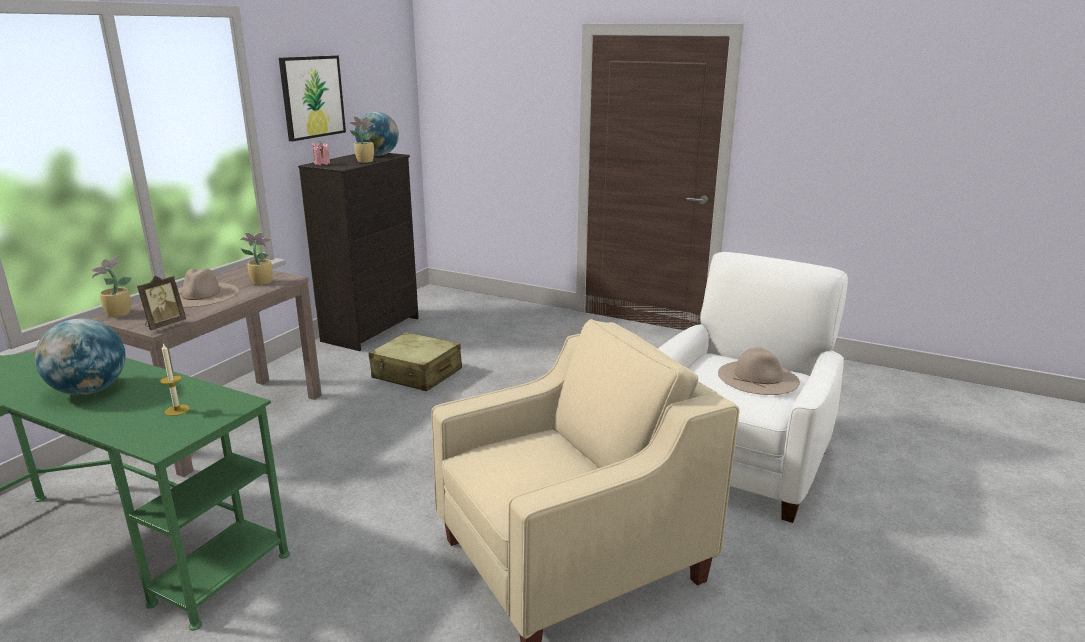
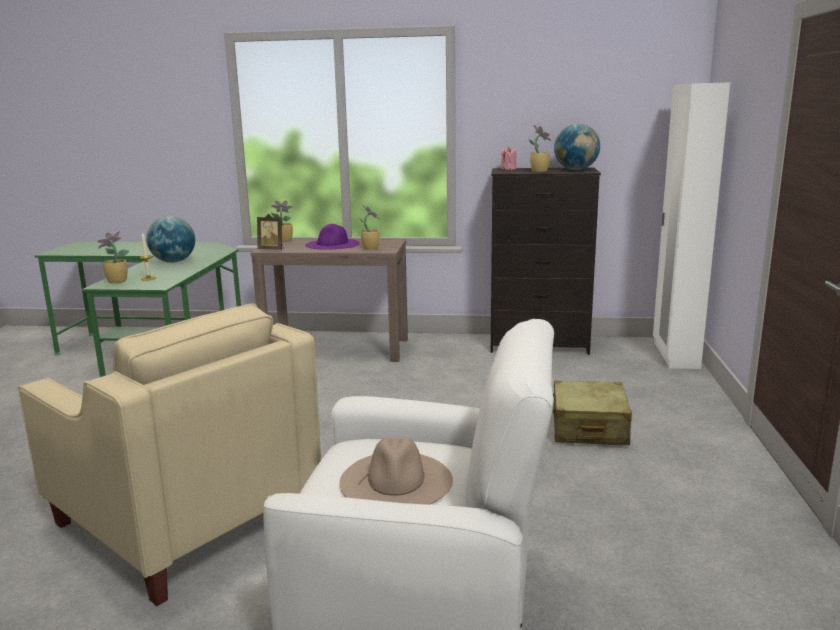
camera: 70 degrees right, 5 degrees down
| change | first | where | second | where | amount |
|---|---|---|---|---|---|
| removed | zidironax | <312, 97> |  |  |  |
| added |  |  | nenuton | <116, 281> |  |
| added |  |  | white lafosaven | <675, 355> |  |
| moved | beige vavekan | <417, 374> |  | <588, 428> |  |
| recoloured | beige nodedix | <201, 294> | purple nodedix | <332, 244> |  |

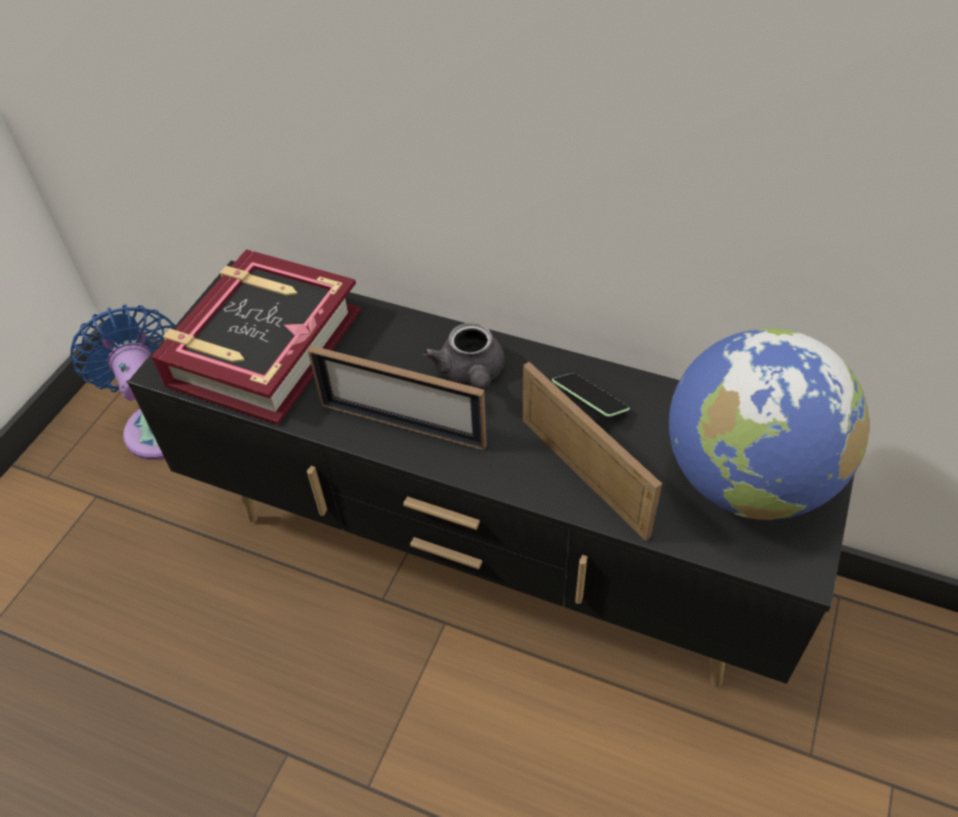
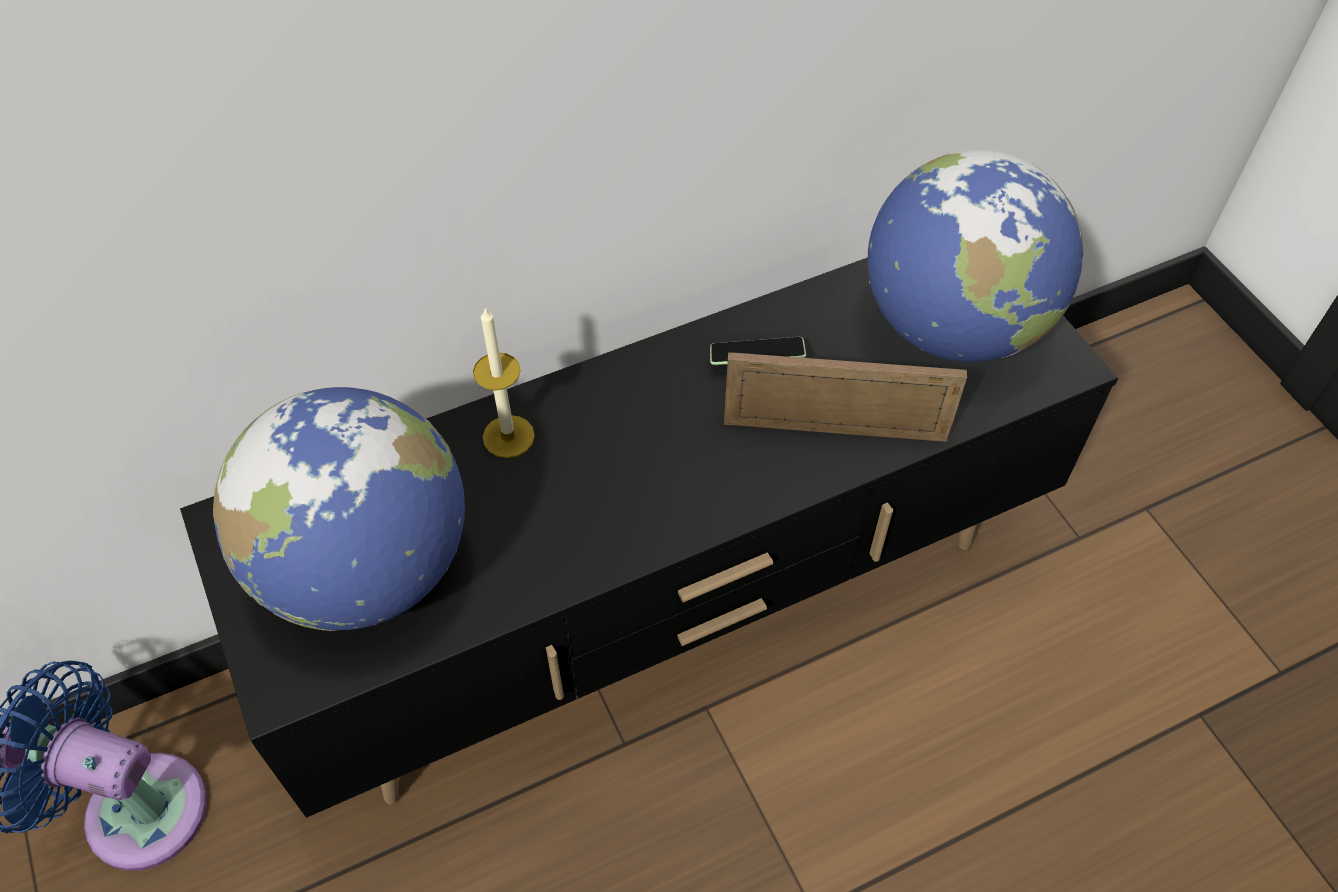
camera: 50 degrees left, 5 degrees up
| change | first | where | second | where | amount |
|---|---|---|---|---|---|
| removed | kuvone | <402, 425> |  |  |  |
| removed | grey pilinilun | <471, 374> |  |  |  |
| added |  |  | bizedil | <508, 436> |  |
| replaced | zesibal | <264, 347> | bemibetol | <366, 568> |  |

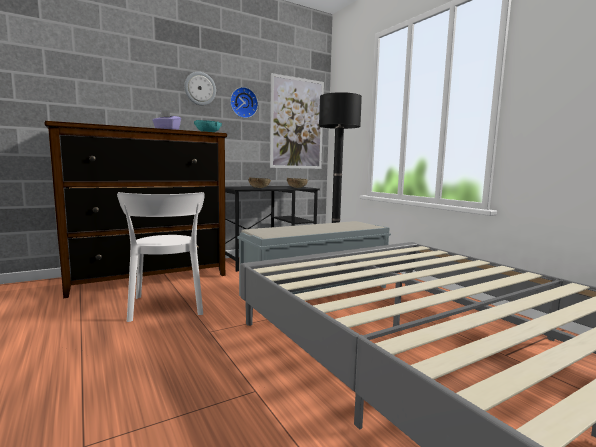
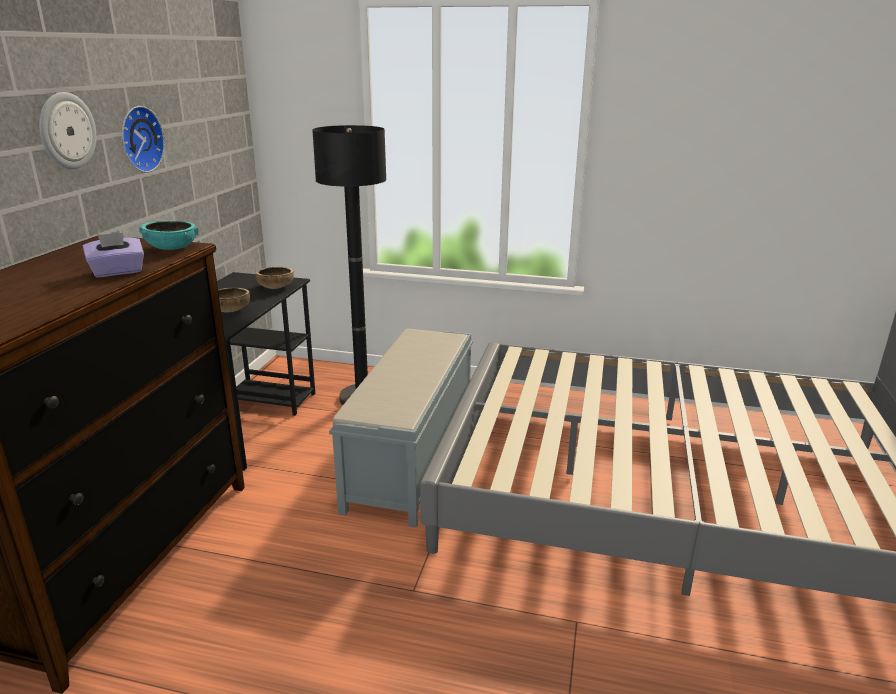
camera: 45 degrees left, 15 degrees up
| change | first | where | second | where | amount |
|---|---|---|---|---|---|
| removed | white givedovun | <167, 307> |  |  |  |
| removed | zidironax | <297, 123> |  |  |  |

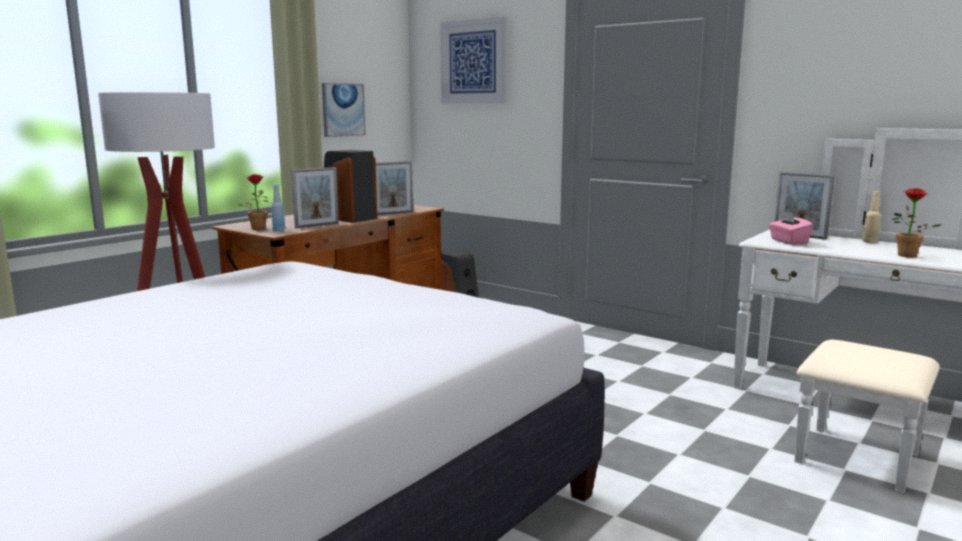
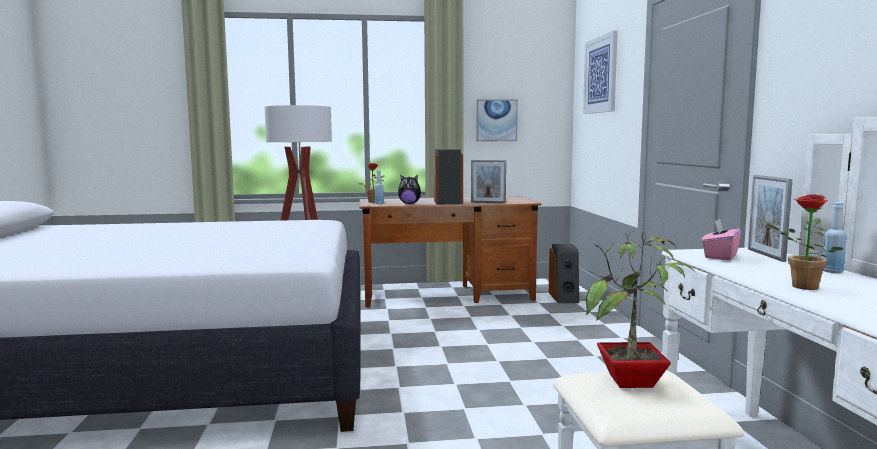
camera: 45 degrees right, 5 degrees down
| change | first | where | second | where | amount |
|---|---|---|---|---|---|
| added |  |  | nenuton | <632, 383> |  |
| replaced | kuvone | <317, 225> | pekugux | <409, 204> |  |
| recoloured | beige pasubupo | <870, 242> | blue pasubupo | <832, 271> |  |

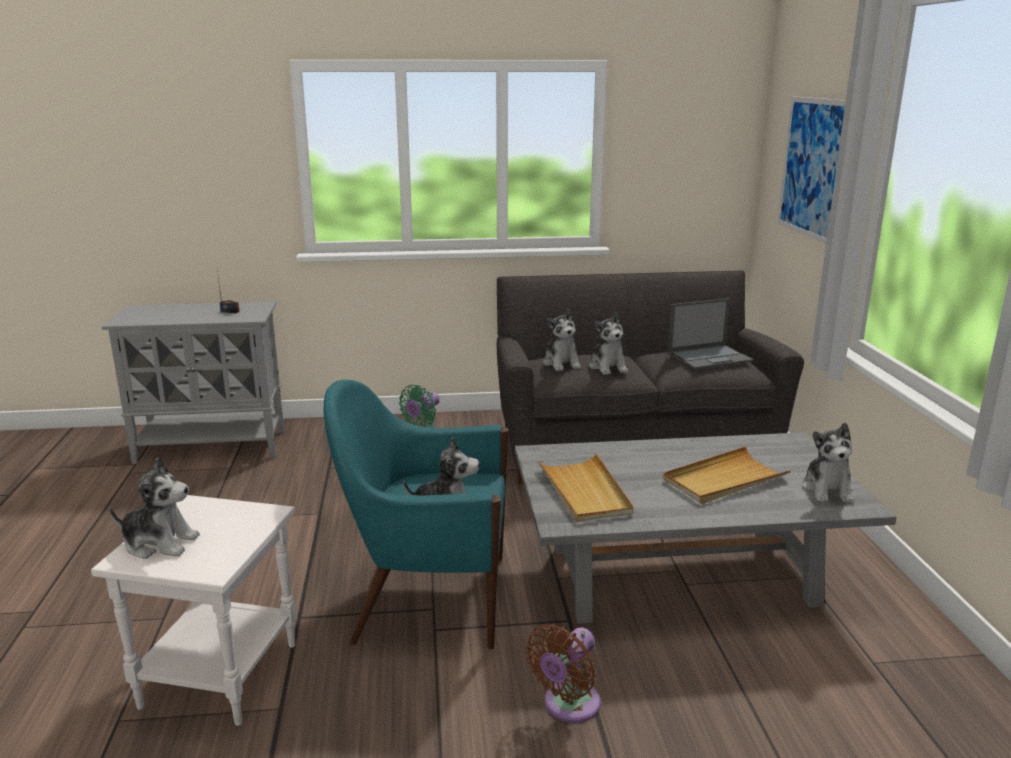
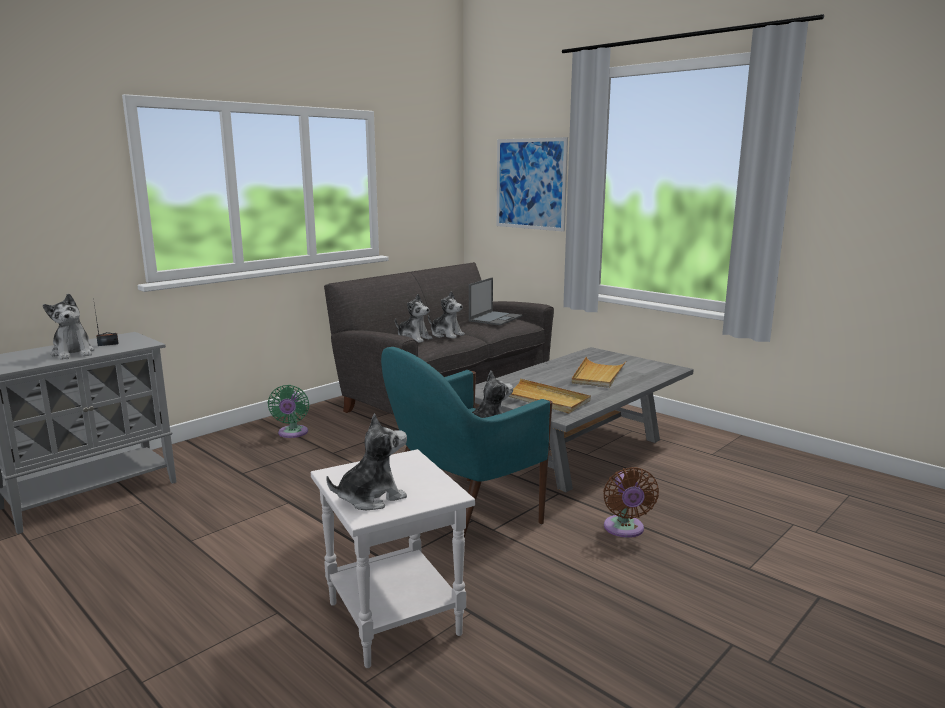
camera: 40 degrees left, 5 degrees down
| change | first | where | second | where | amount |
|---|---|---|---|---|---|
| moved | pekugux | <827, 490> |  | <73, 353> |  |

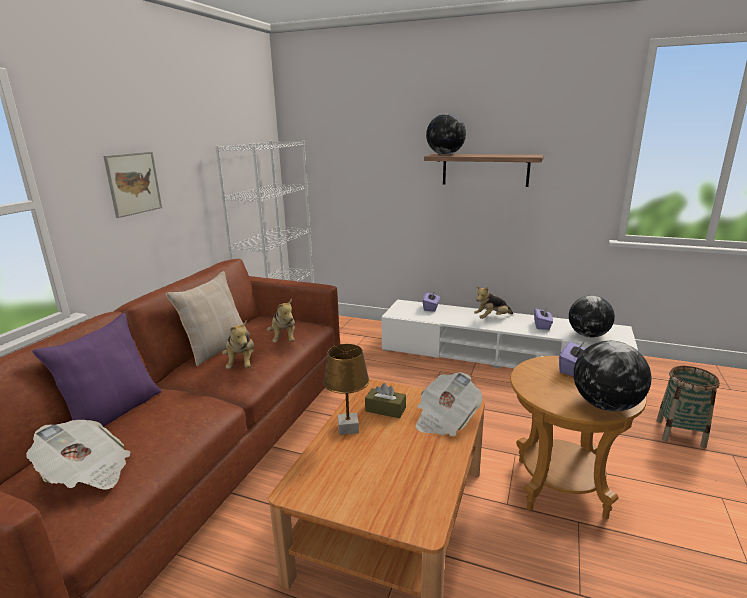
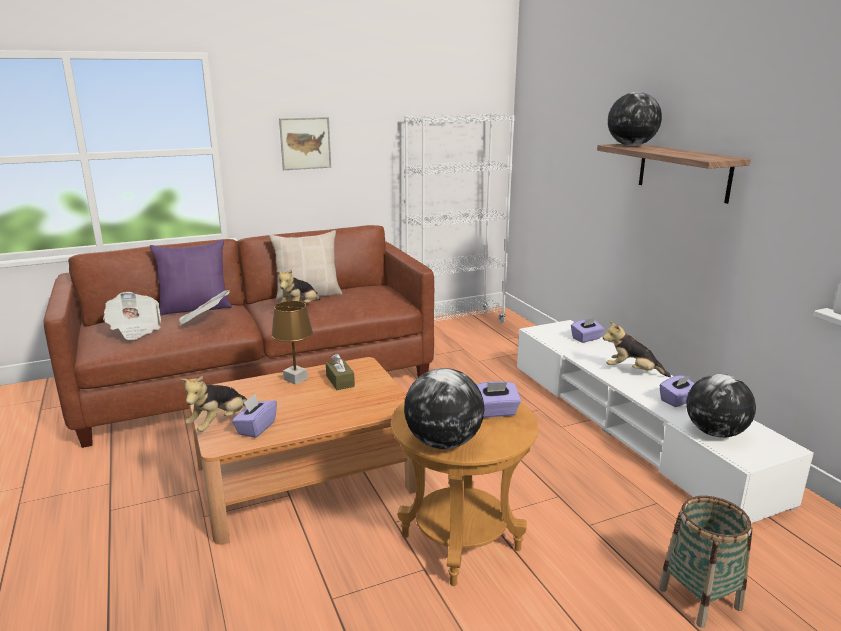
camera: 45 degrees right, 0 degrees up
| change | first | where | second | where | amount |
|---|---|---|---|---|---|
| added |  |  | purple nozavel | <256, 428> |  |
| moved | pekugux | <284, 339> |  | <219, 423> |  |
| moved | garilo | <445, 419> |  | <204, 321> |  |

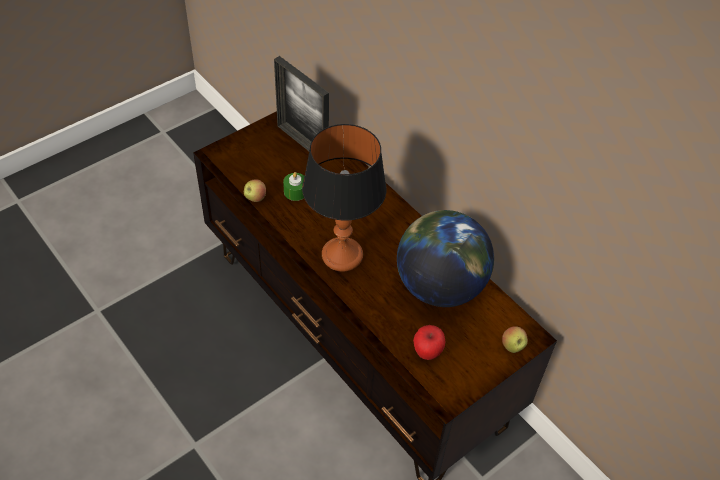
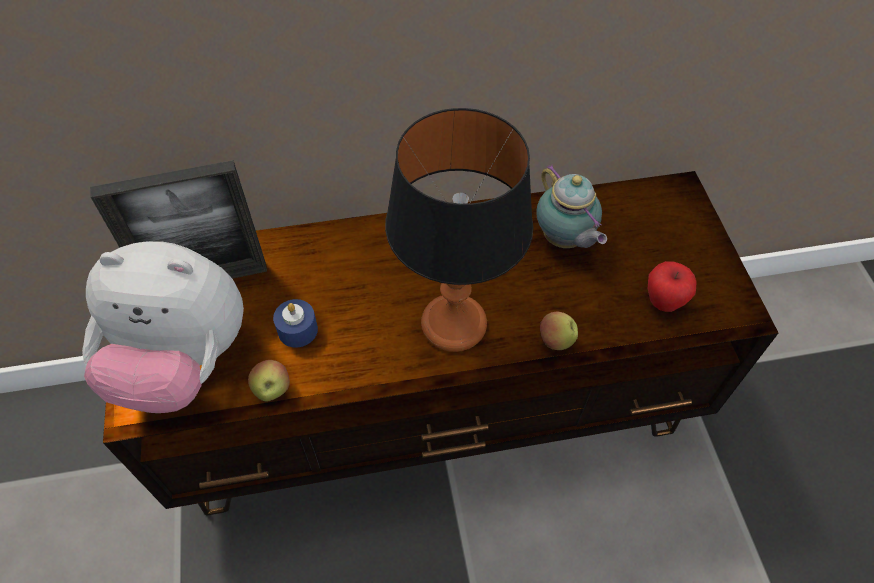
camera: 60 degrees left, 5 degrees up
| change | first | where | second | where | amount |
|---|---|---|---|---|---|
| added |  |  | pekugux | <182, 362> |  |
| moved | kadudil | <512, 346> |  | <555, 341> |  |
| replaced | bemibetol | <439, 286> | pilinilun | <564, 240> |  |
| recoloured | green bizedil | <295, 192> | blue bizedil | <297, 330> |  |

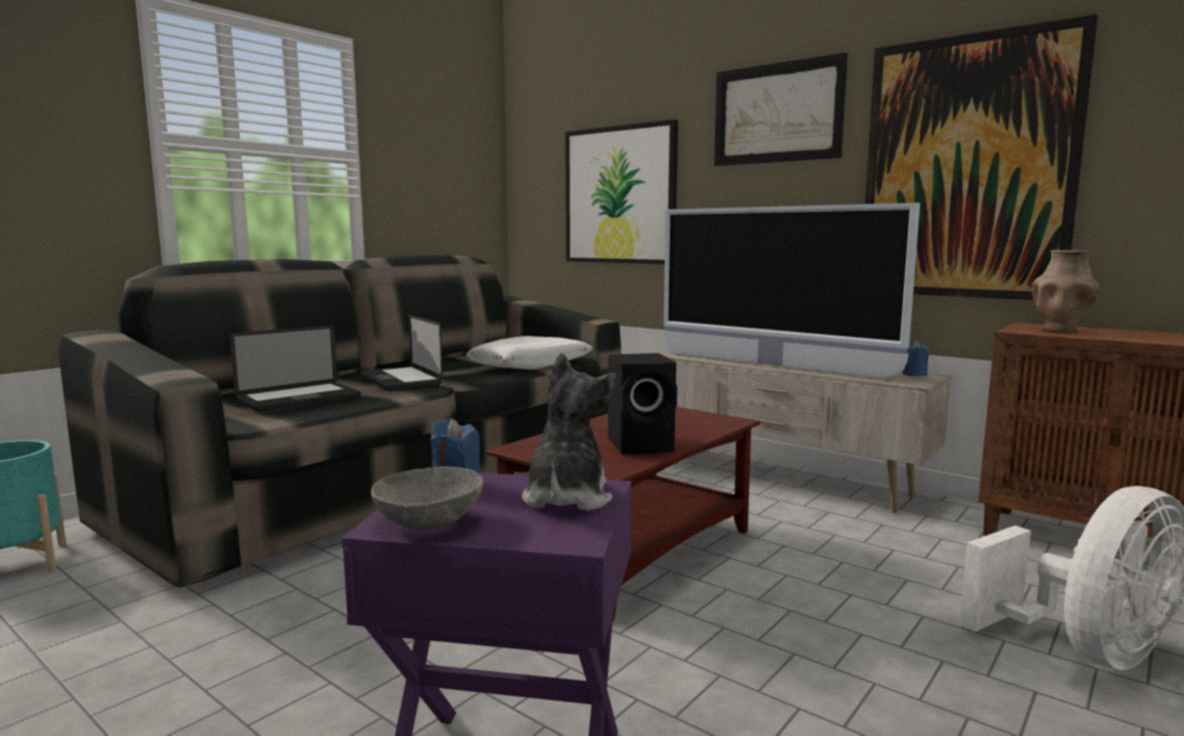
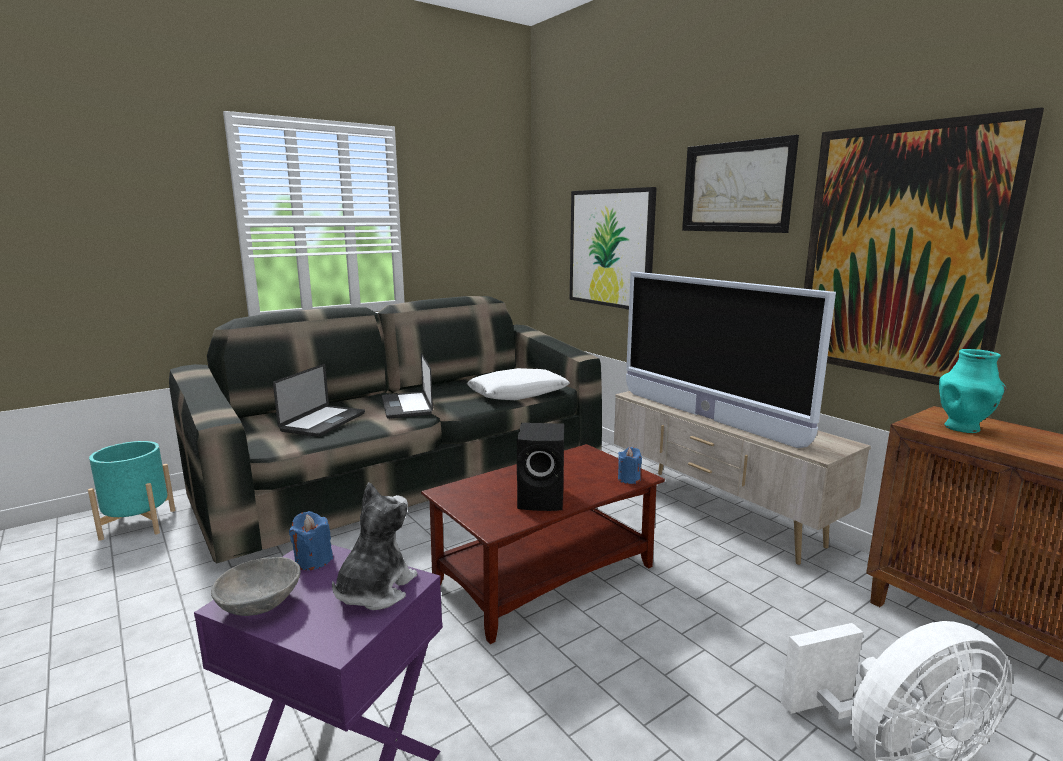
camera: 15 degrees right, 5 degrees up
| change | first | where | second | where | amount |
|---|---|---|---|---|---|
| moved | blue bizedil | <914, 374> |  | <629, 479> |  |
| recoloured | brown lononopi | <1060, 331> | turquoise lononopi | <963, 428> |  |
| turned | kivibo | <299, 399> |  | <323, 422> | 45 degrees counterclockwise |

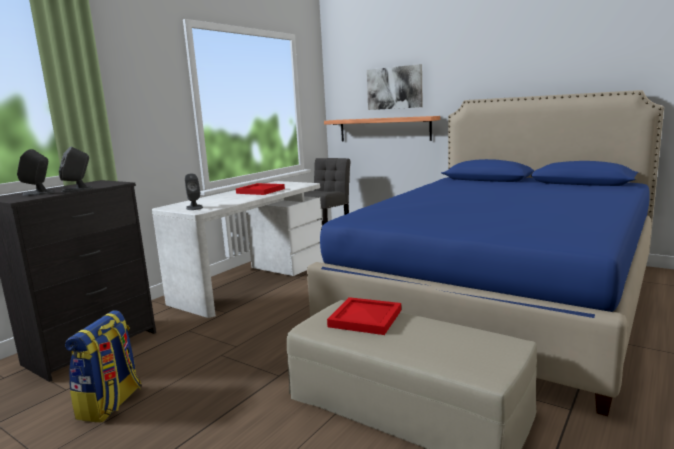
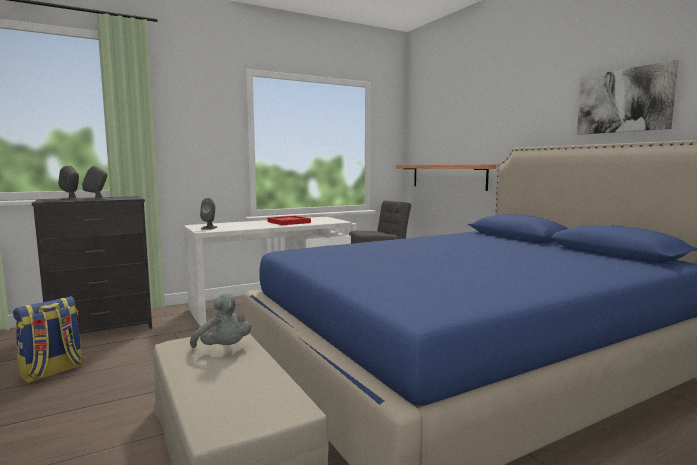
camera: 25 degrees right, 5 degrees down
| change | first | where | second | where | amount |
|---|---|---|---|---|---|
| moved | zidironax | <394, 88> |  | <624, 101> |  |
| replaced | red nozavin | <366, 319> | grey pekugux | <223, 349> |  |

